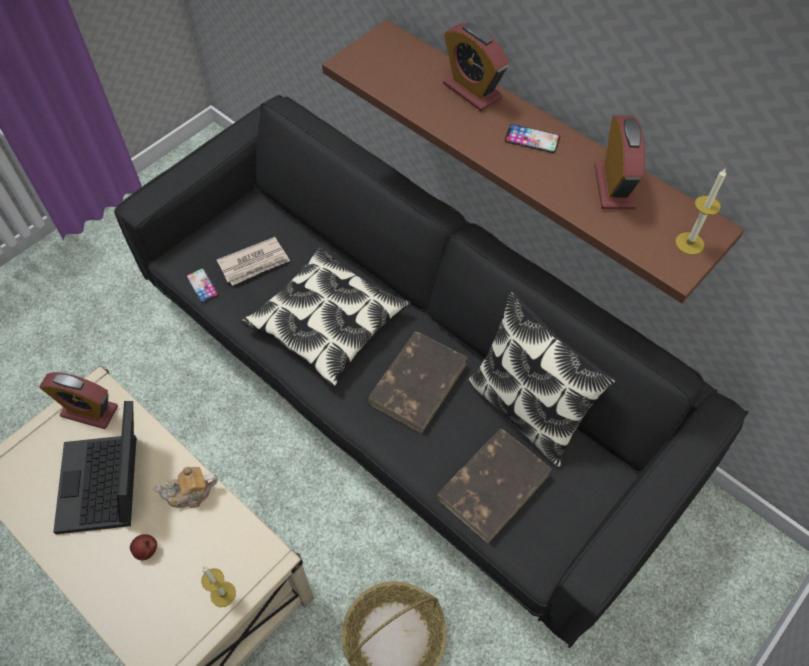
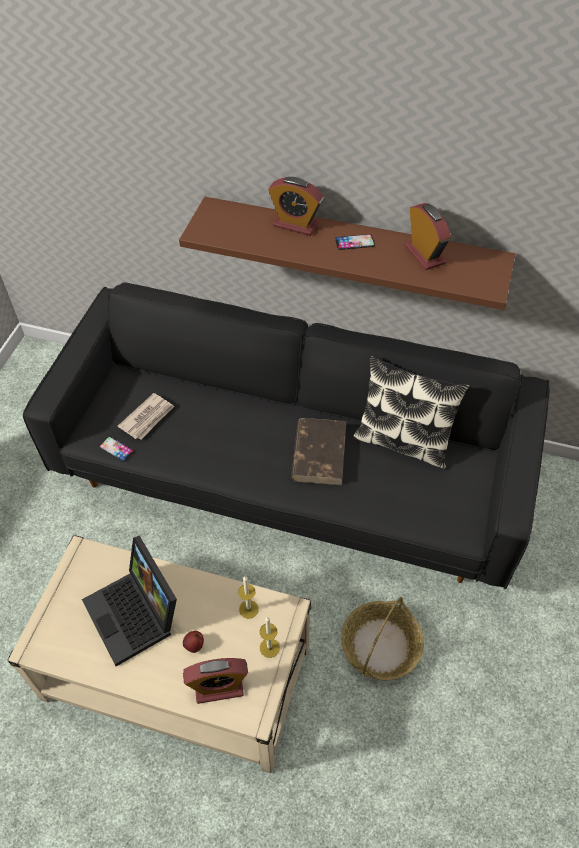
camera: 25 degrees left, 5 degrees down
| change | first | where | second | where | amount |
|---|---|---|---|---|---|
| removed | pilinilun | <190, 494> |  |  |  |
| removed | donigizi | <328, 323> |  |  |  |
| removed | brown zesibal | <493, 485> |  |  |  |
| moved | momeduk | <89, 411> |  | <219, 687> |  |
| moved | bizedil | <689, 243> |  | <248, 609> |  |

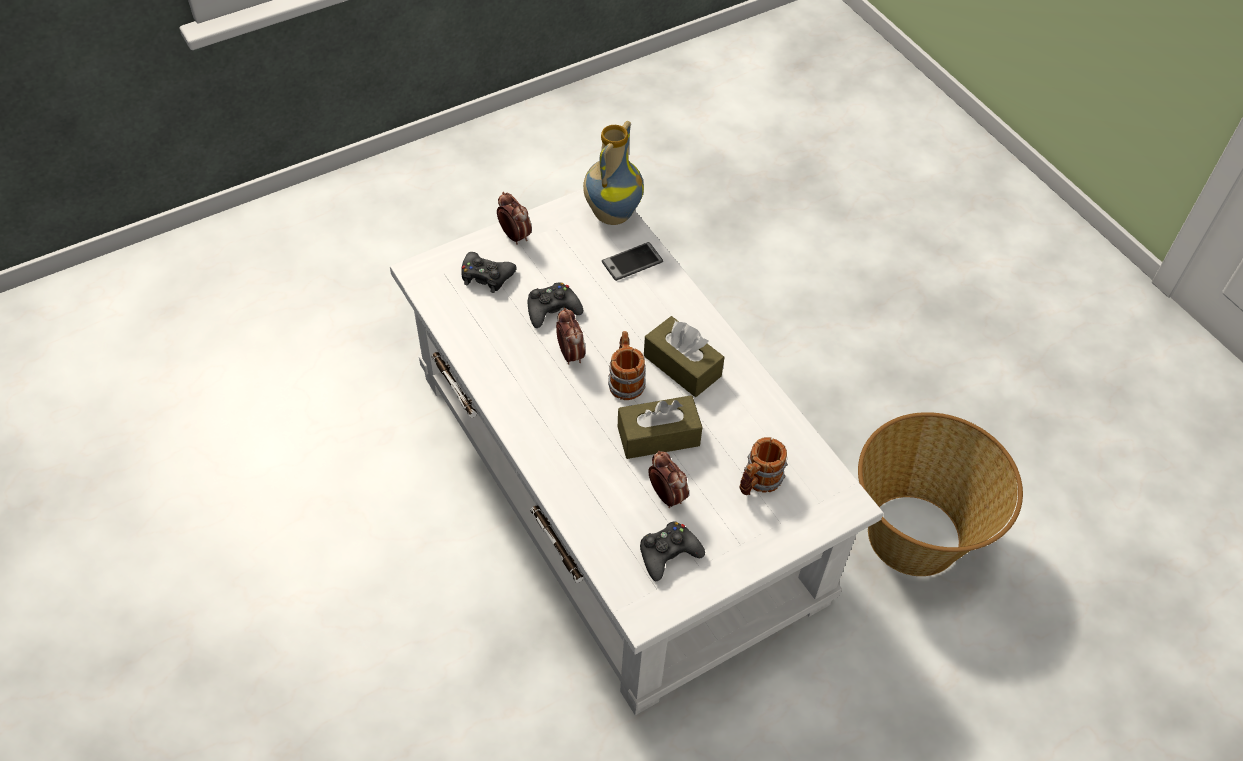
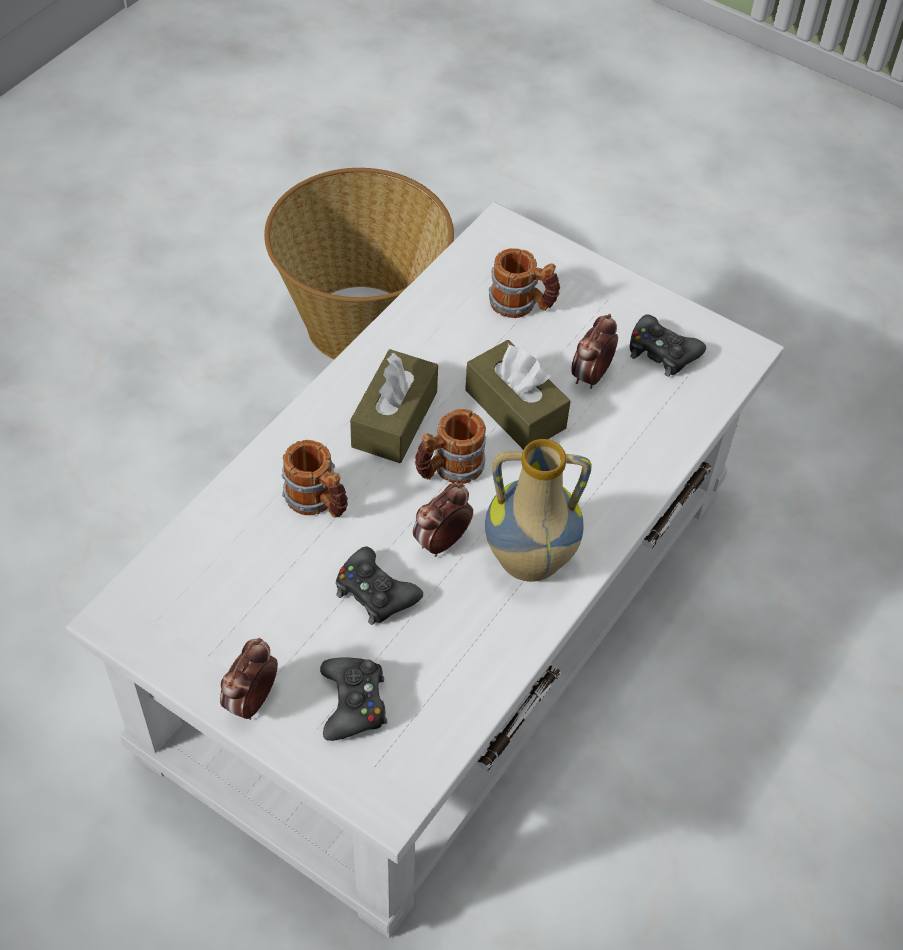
camera: 115 degrees left, 0 degrees up
| change | first | where | second | where | amount |
|---|---|---|---|---|---|
| removed | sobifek | <632, 262> |  |  |  |
| added |  |  | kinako | <318, 502> |  |
| moved | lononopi | <611, 214> |  | <528, 563> |  |

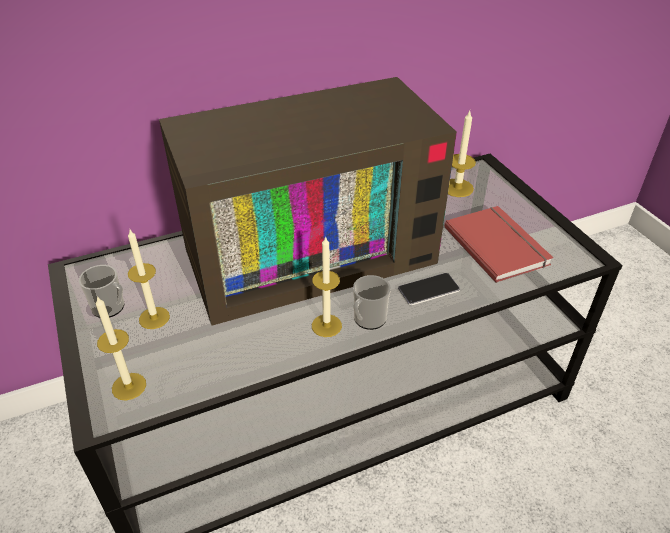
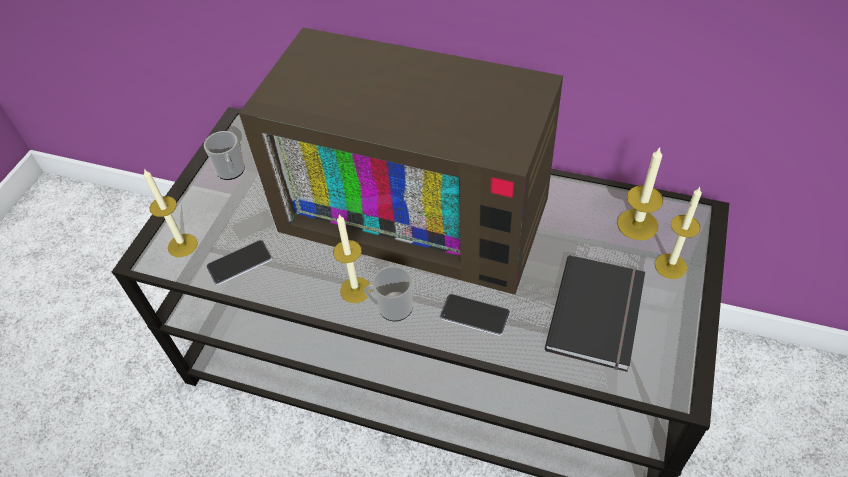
camera: 45 degrees right, 10 degrees up
| change | first | where | second | where | amount |
|---|---|---|---|---|---|
| added |  |  | sobifek | <240, 263> |  |
| moved | bizedil | <154, 318> |  | <670, 266> |  |
| recoloured | red zesibal | <498, 245> | black zesibal | <599, 314> |  |

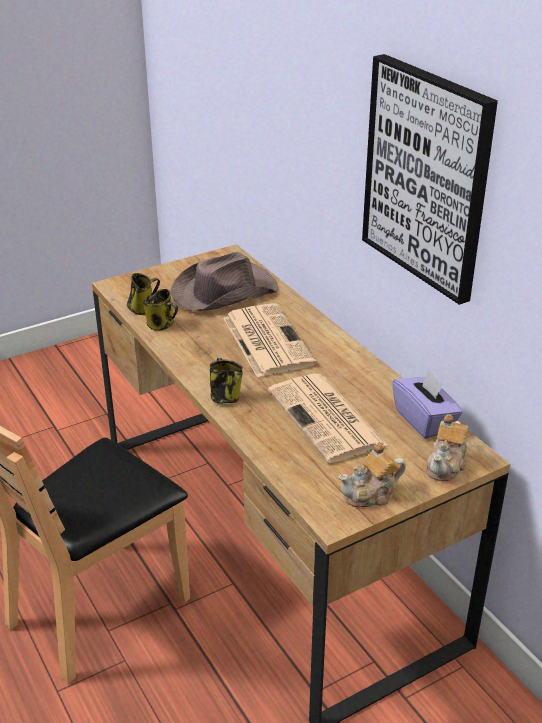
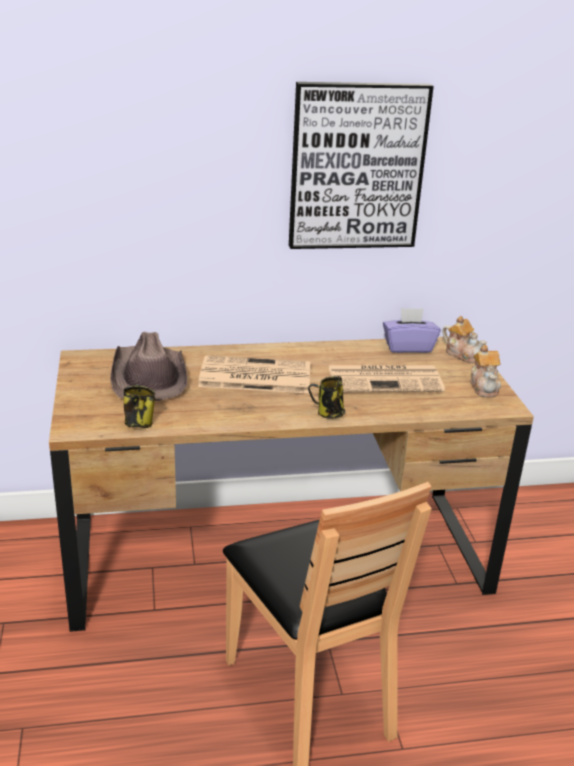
camera: 70 degrees left, 5 degrees down
| change | first | where | second | where | amount |
|---|---|---|---|---|---|
| removed | kinako | <162, 325> |  |  |  |

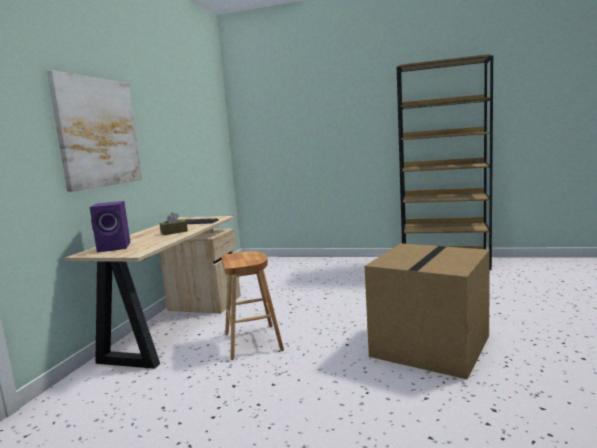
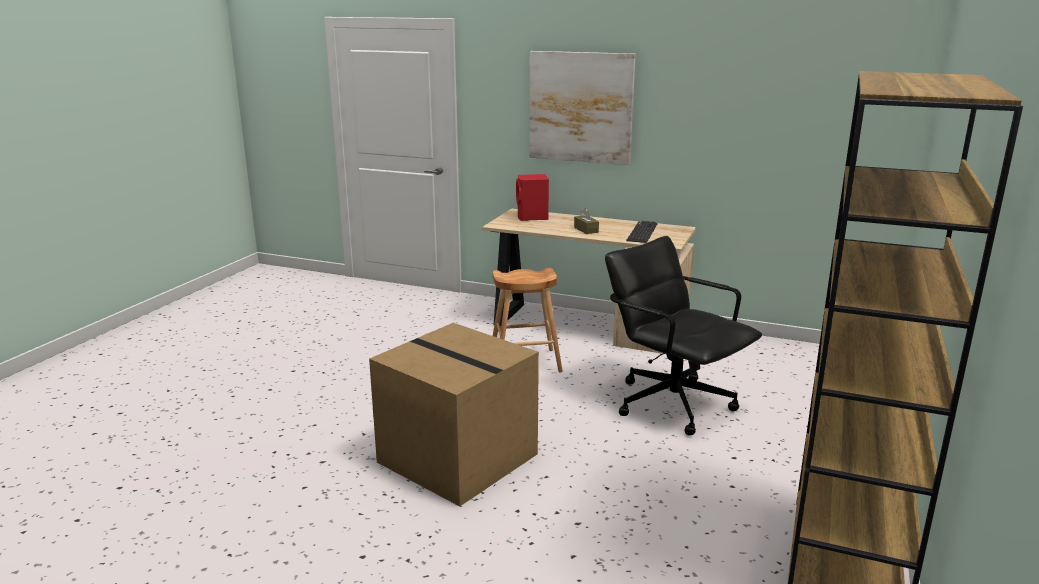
camera: 95 degrees right, 10 degrees up
| change | first | where | second | where | amount |
|---|---|---|---|---|---|
| added |  |  | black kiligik | <673, 403> |  |
| recoloured | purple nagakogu | <115, 247> | red nagakogu | <532, 217> |  |

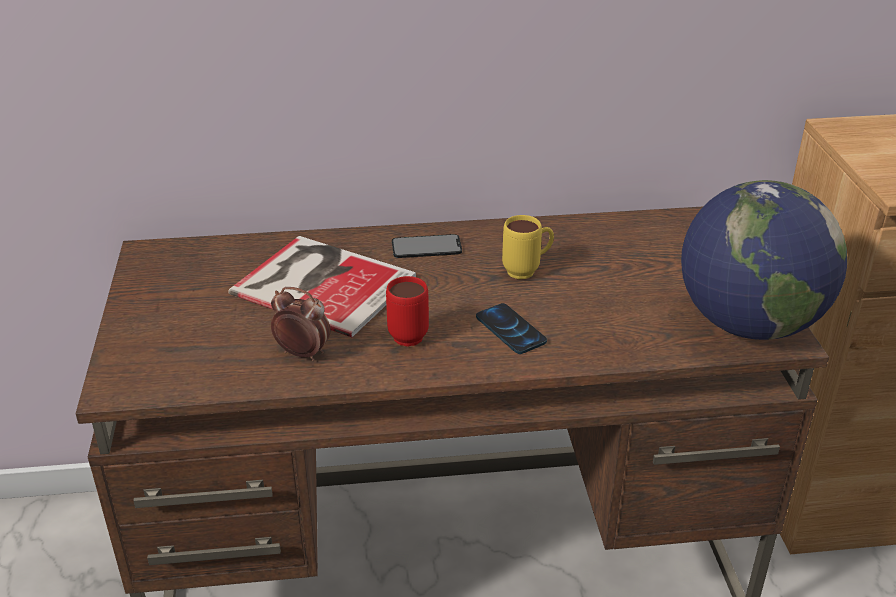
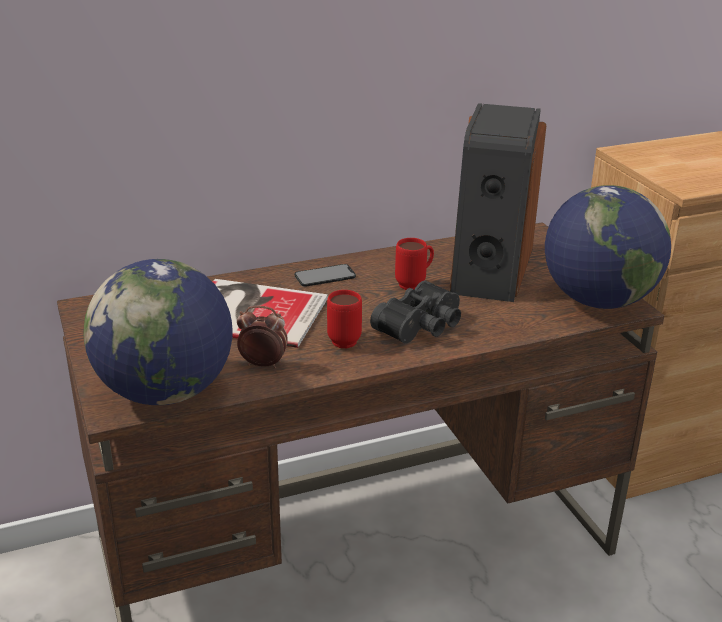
camera: 15 degrees left, 5 degrees down
| change | first | where | second | where | amount |
|---|---|---|---|---|---|
| added |  |  | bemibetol | <166, 392> |  |
| added |  |  | nagakogu | <489, 269> |  |
| replaced | sobifek | <510, 330> | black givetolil | <422, 326> |  |
| recoloured | yellow kinako | <527, 271> | red kinako | <415, 284> |  |

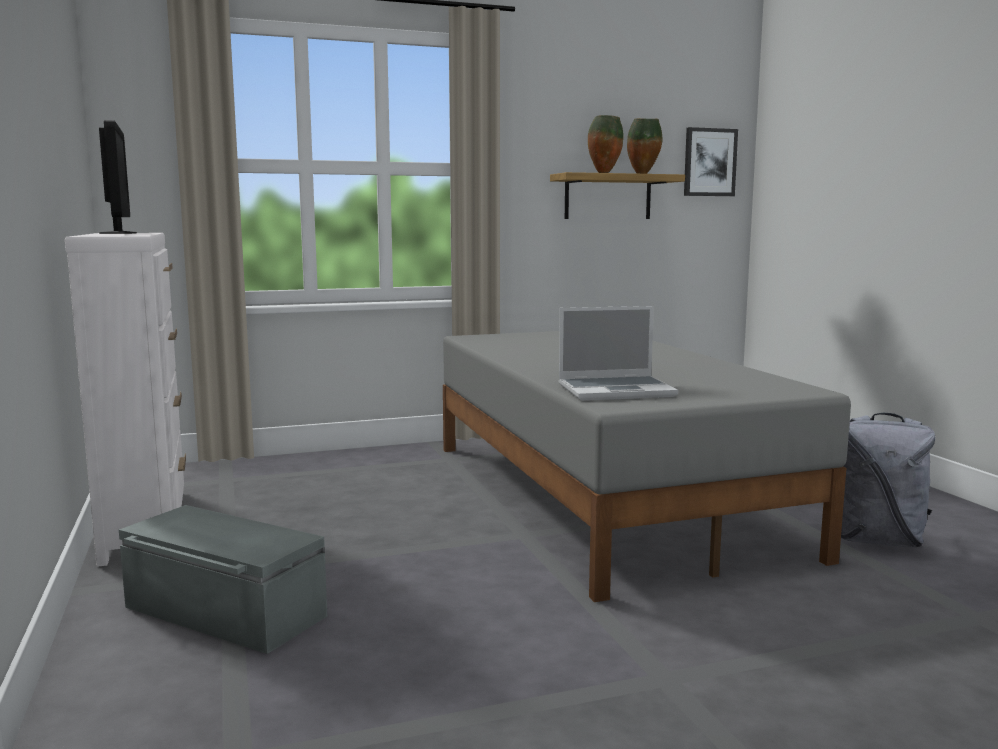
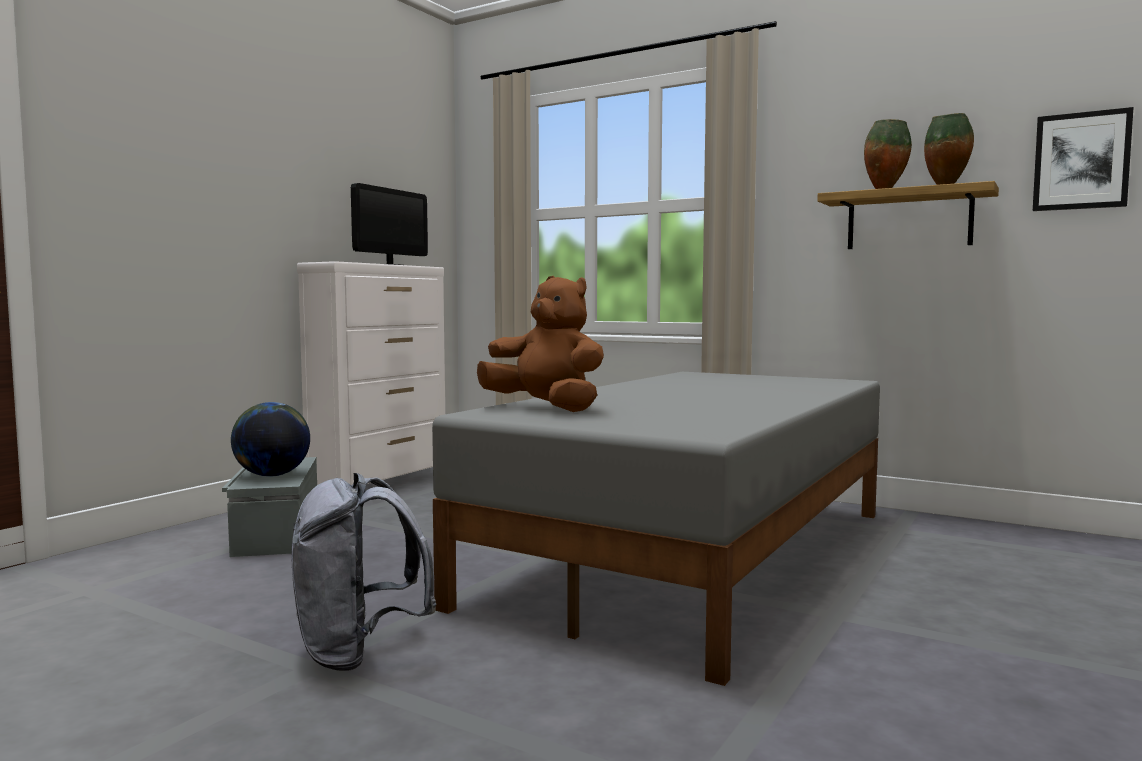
camera: 50 degrees right, 5 degrees down
| change | first | where | second | where | amount |
|---|---|---|---|---|---|
| added |  |  | bemibetol | <272, 475> |  |
| moved | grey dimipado | <878, 540> |  | <358, 652> |  |
| replaced | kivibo | <617, 390> | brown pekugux | <546, 408> |  |

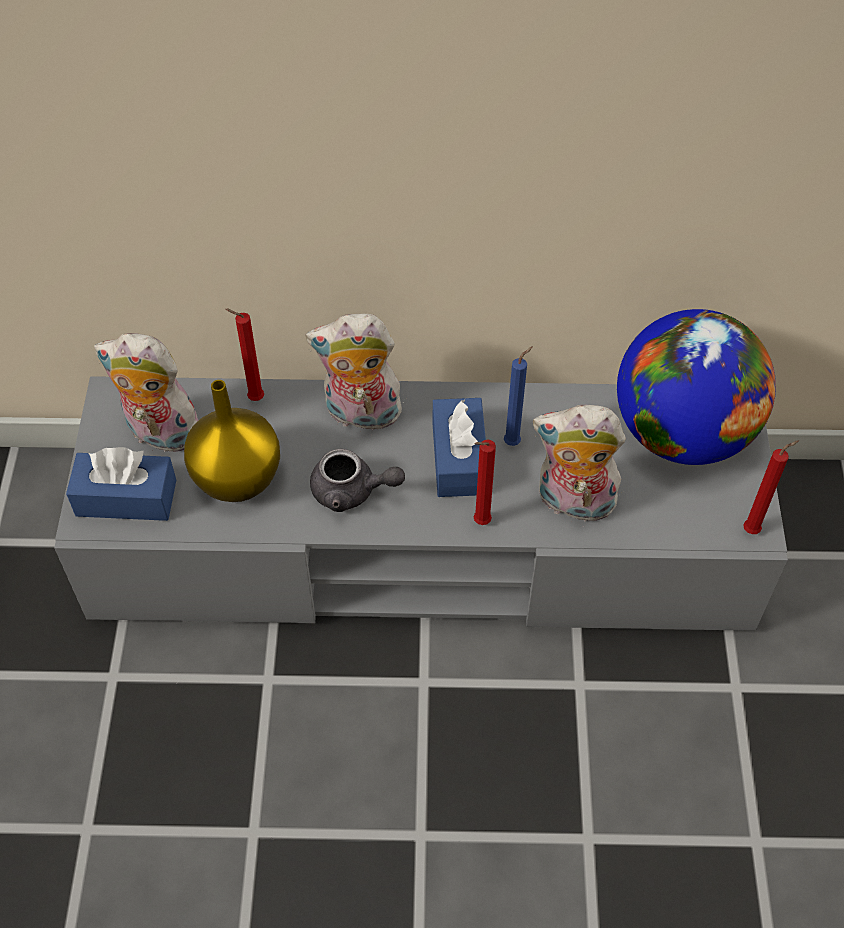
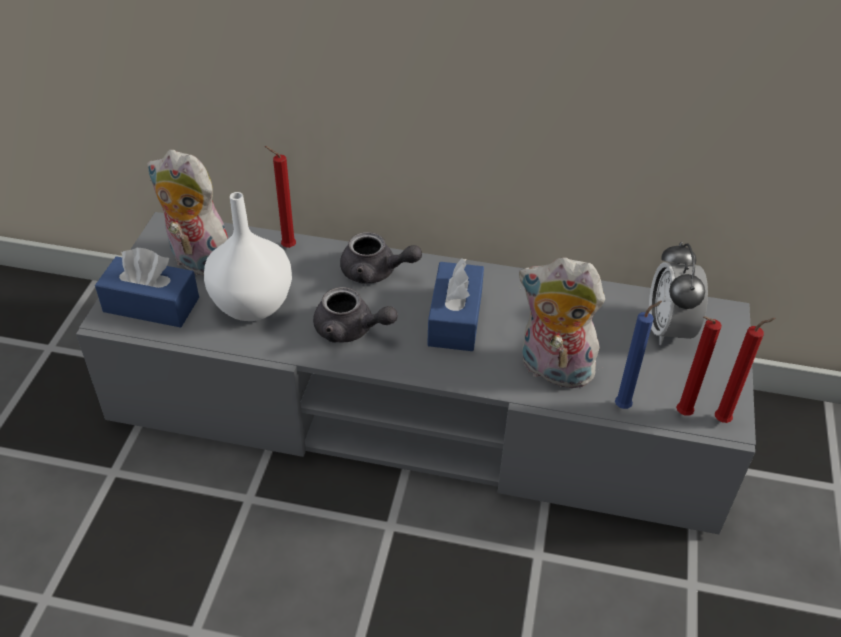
camera: 10 degrees right, 10 degrees down
| change | first | where | second | where | amount |
|---|---|---|---|---|---|
| moved | red bizedil | <479, 523> |  | <681, 414> |  |
| moved | blue bizedil | <514, 441> |  | <625, 406> |  |
| replaced | pekugux | <360, 415> | grey pilinilun | <376, 272> |  |
| replaced | bemibetol | <682, 433> | momeduk | <668, 329> |  |
| recoloured | yellow lononopi | <239, 479> | white lononopi | <254, 305> |  |

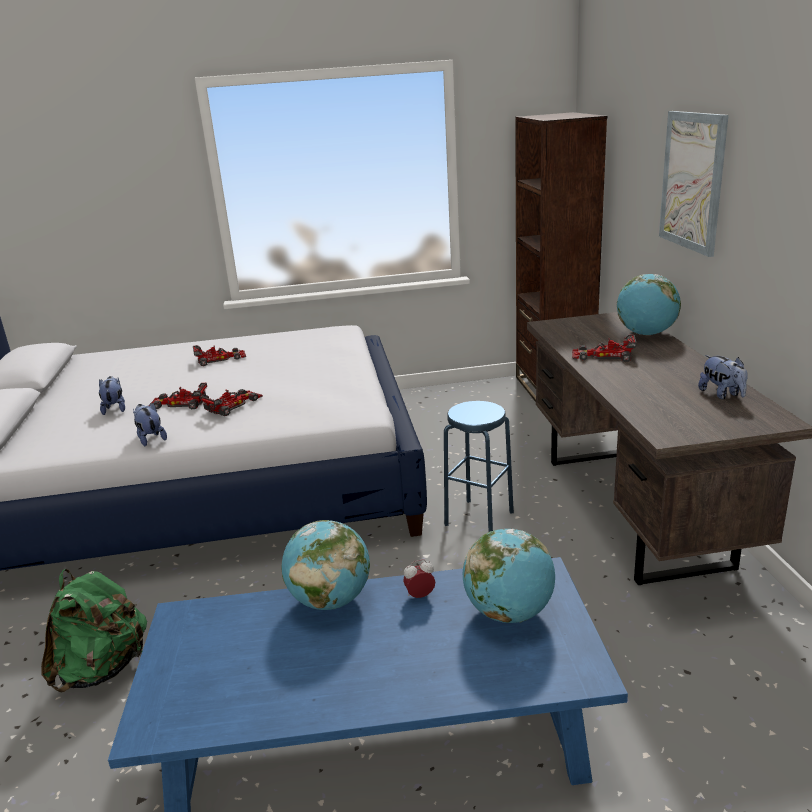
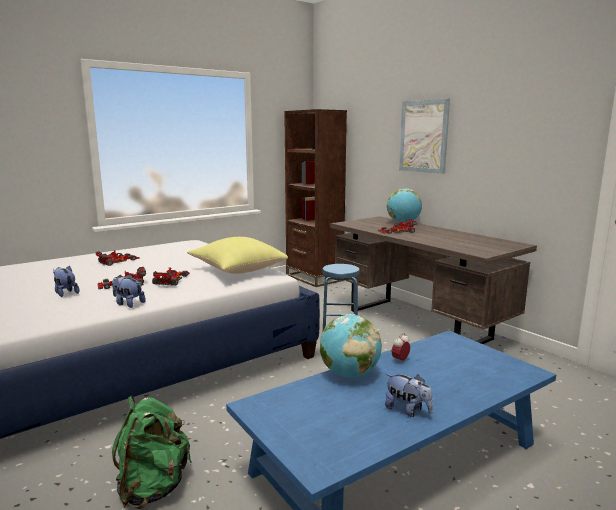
camera: 30 degrees left, 10 degrees down
| change | first | where | second | where | amount |
|---|---|---|---|---|---|
| removed | bemibetol | <509, 612> |  |  |  |
| added |  |  | yellow donigizi | <236, 270> |  |
| moved | pekugux | <722, 394> |  | <407, 410> |  |

